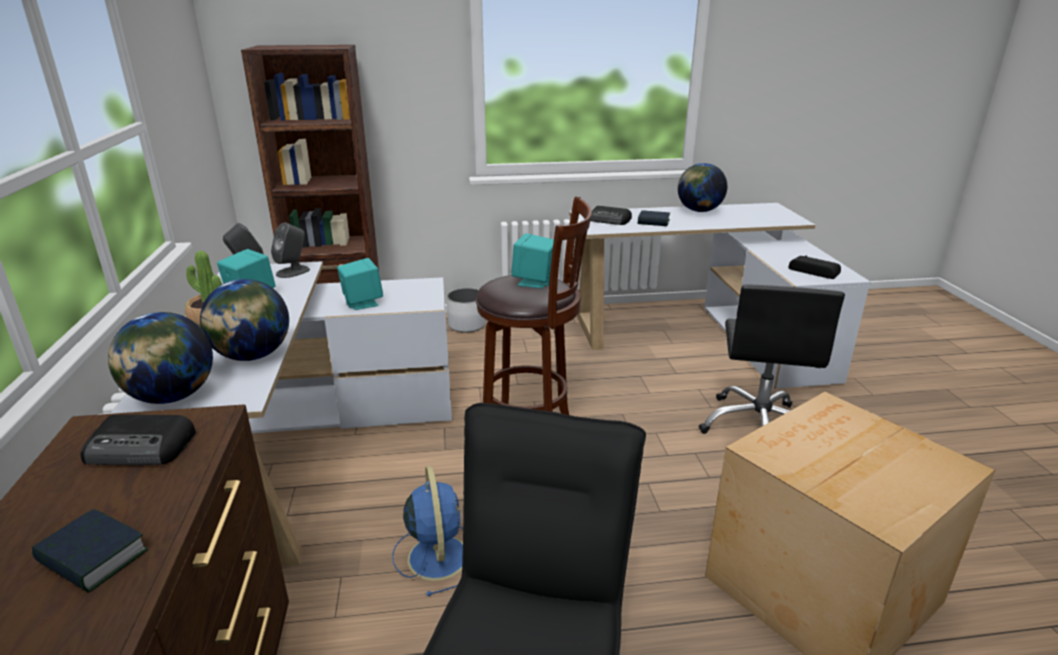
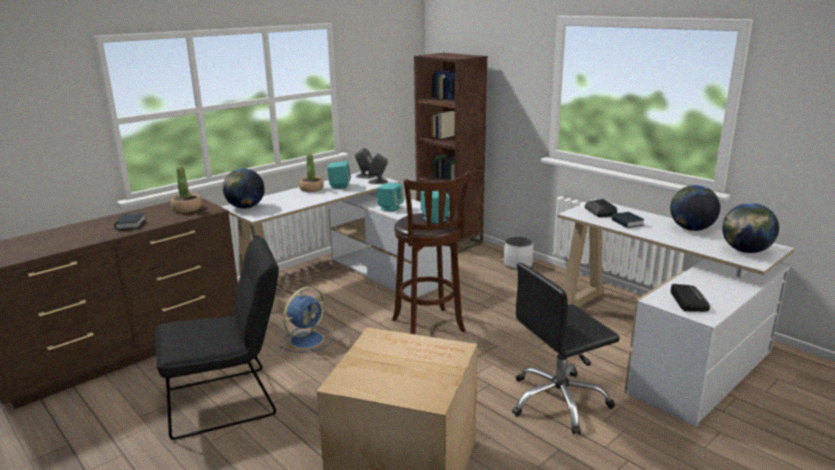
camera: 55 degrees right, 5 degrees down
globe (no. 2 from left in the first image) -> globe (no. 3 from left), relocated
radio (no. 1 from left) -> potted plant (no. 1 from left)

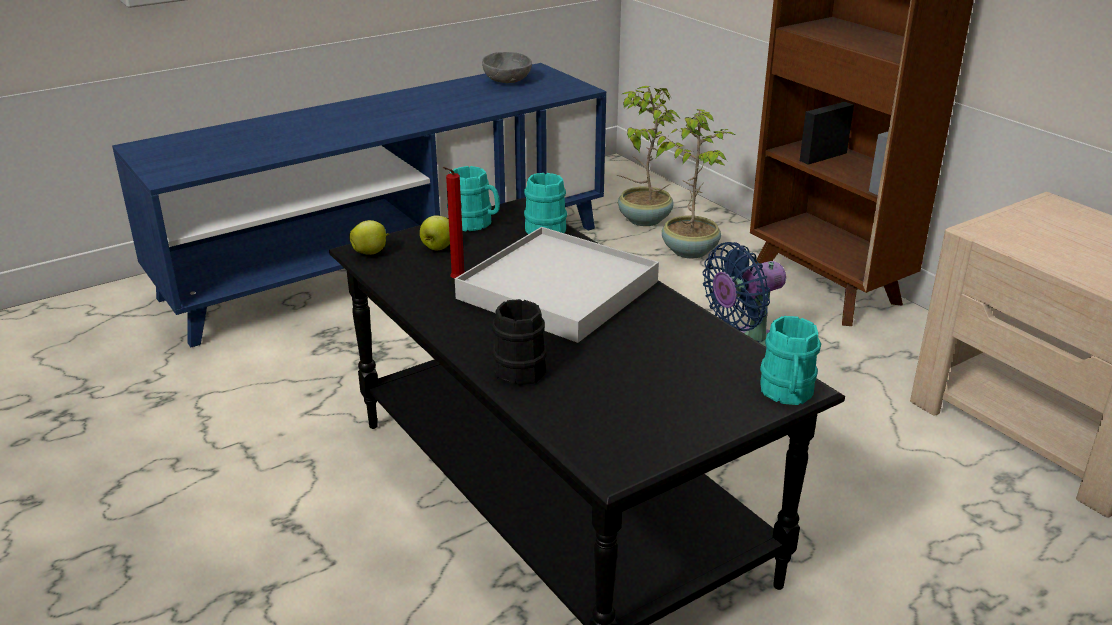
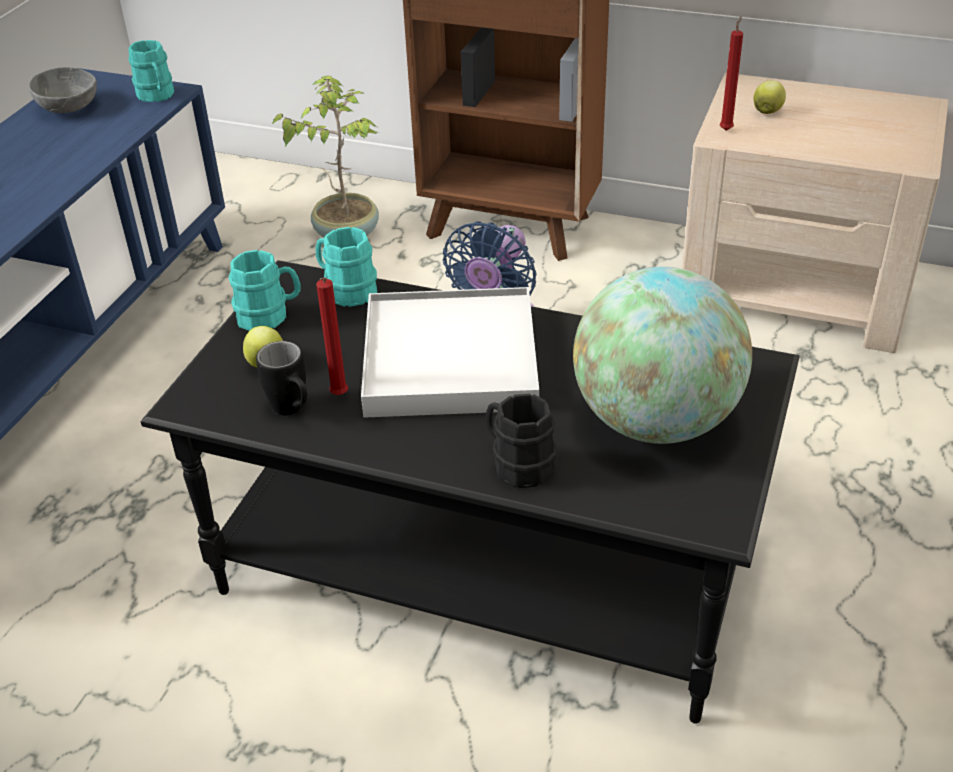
camera: 35 degrees left, 10 degrees up
potted plant (no. 1 from left) -> none
none -> mug/black (no. 1 from left)
none -> globe
none -> candle/red (no. 2 from left)
apple (no. 1 from left in the first image) -> apple (no. 2 from left), relocated
mug/turquoise (no. 3 from left in the first image) -> mug/turquoise (no. 1 from left), relocated

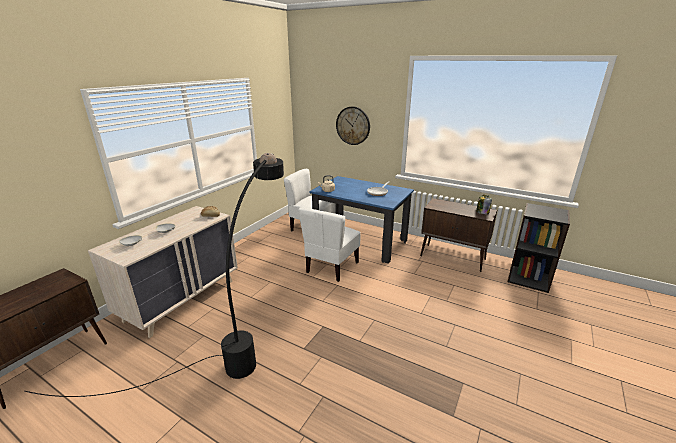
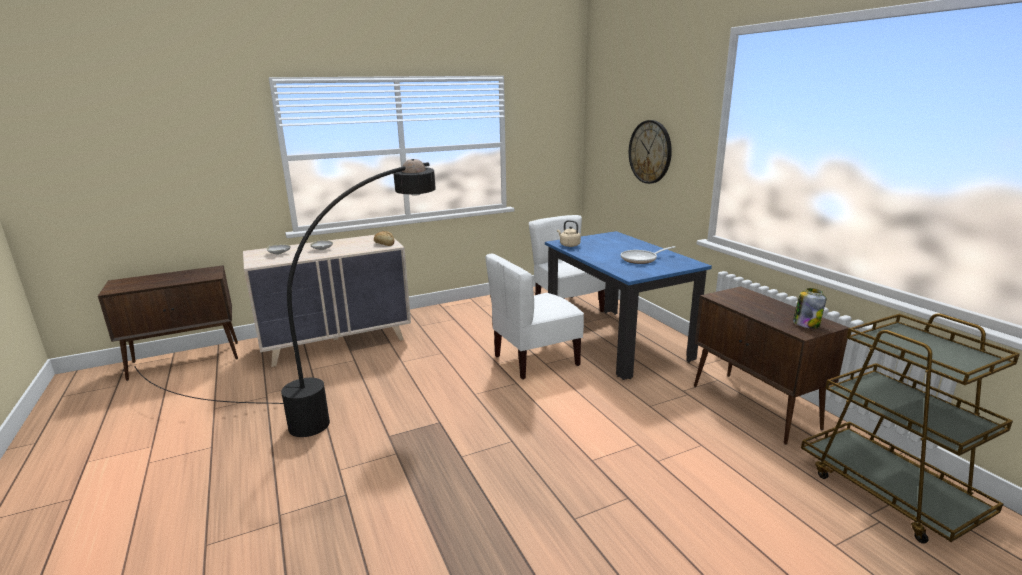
camera: 35 degrees right, 5 degrees down
bookcase/black -> cart/brown

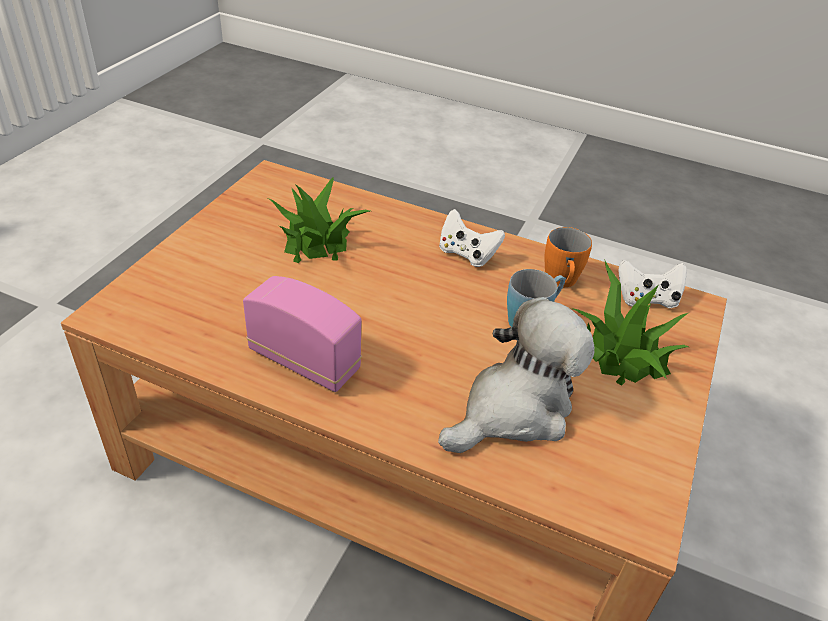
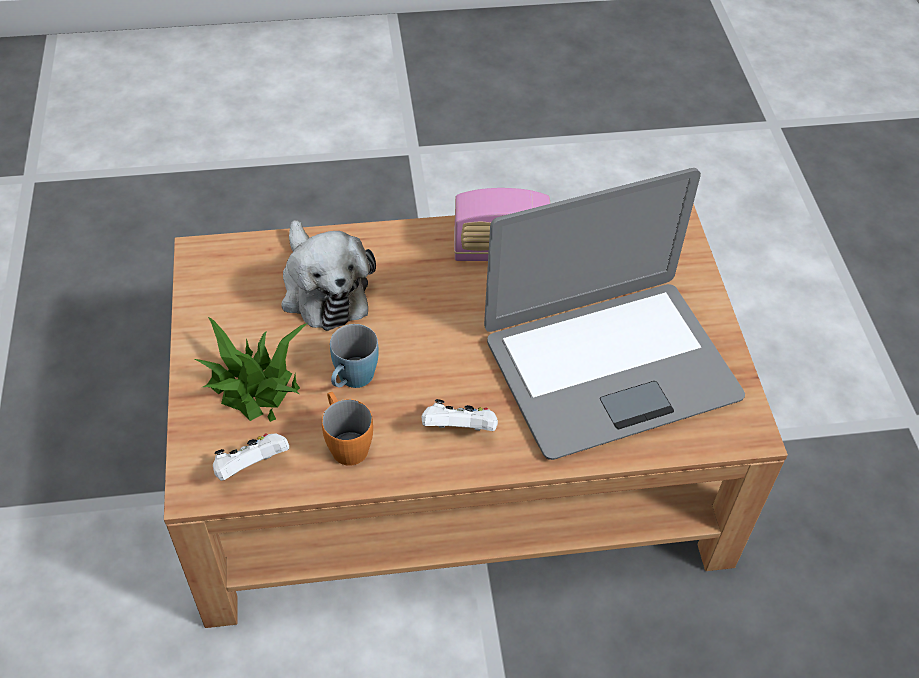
camera: 150 degrees right, 10 degrees up
potted plant (no. 1 from left) -> laptop
plush toy, 45 degrees counterclockwise

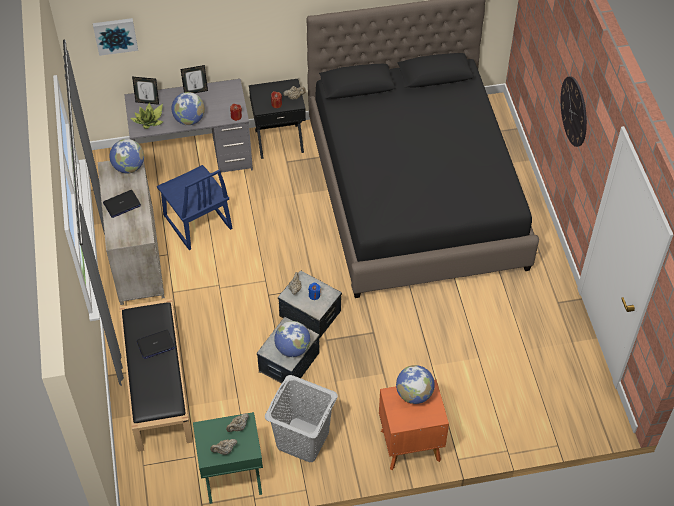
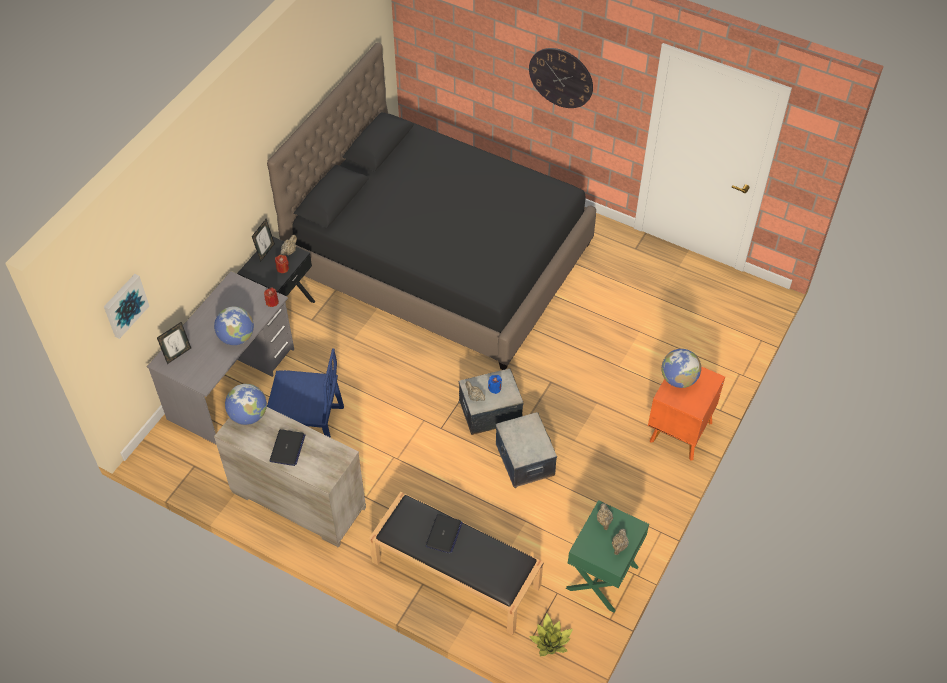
camera: 50 degrees left, 0 degrees up
laundry basket/grey -> none
globe (no. 3 from left) -> none
potted plant, relocated
picture frame (no. 2 from left), relocated

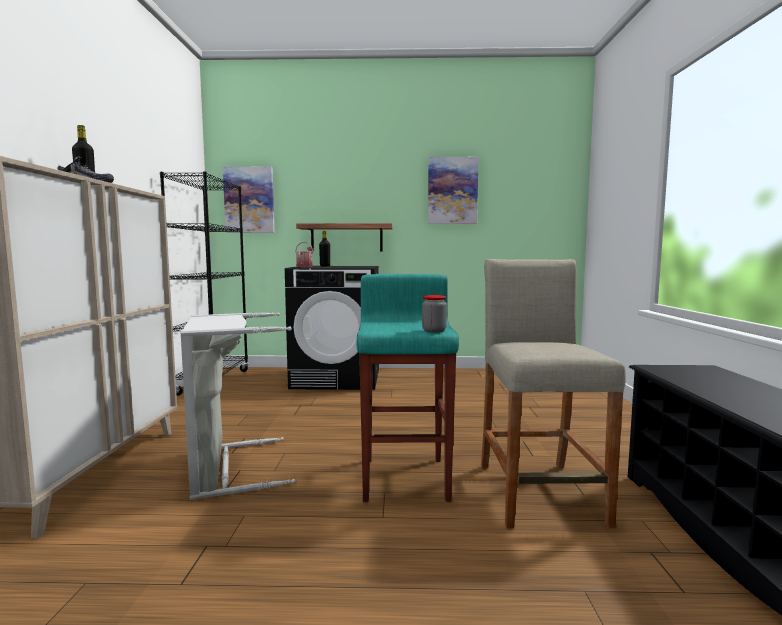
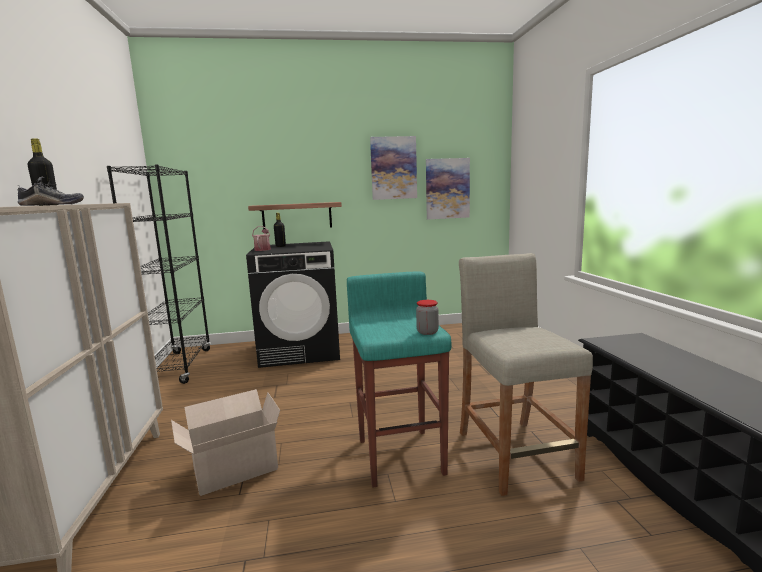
camera: 10 degrees left, 5 degrees up
picture (no. 1 from left in the first image) -> picture (no. 2 from left), relocated
laundry basket/grey -> cardboard box

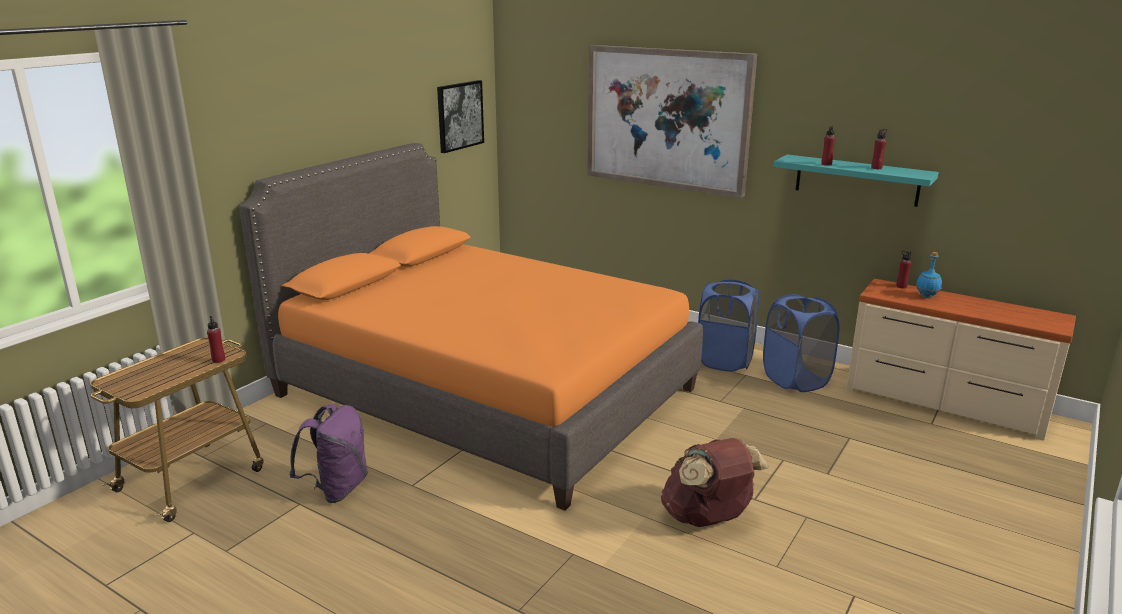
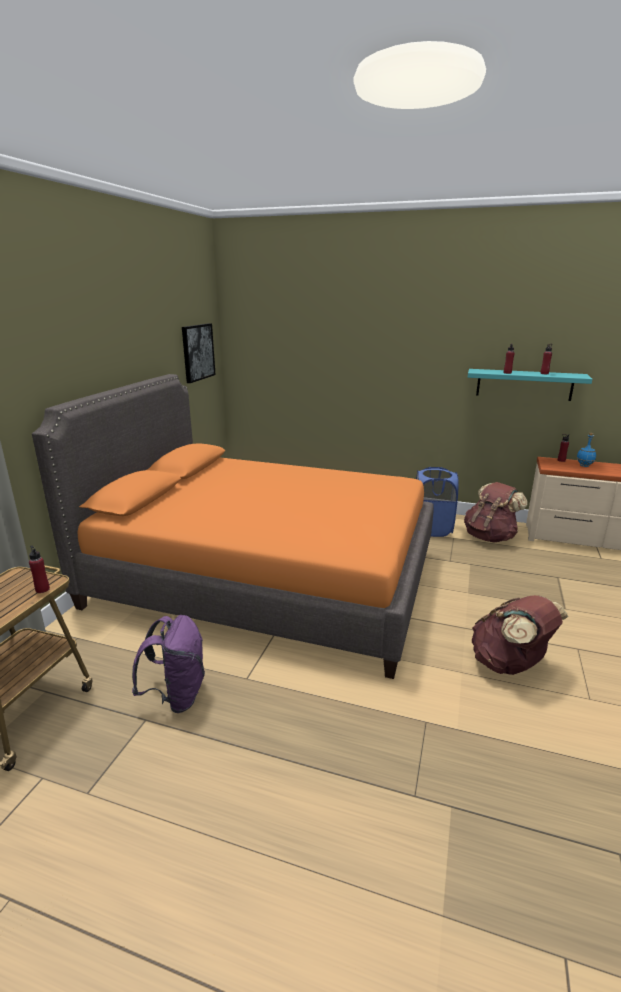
camera: 15 degrees left, 0 degrees up
picture (no. 2 from left) -> none
laundry basket/blue (no. 2 from left) -> backpack/brown (no. 1 from left)

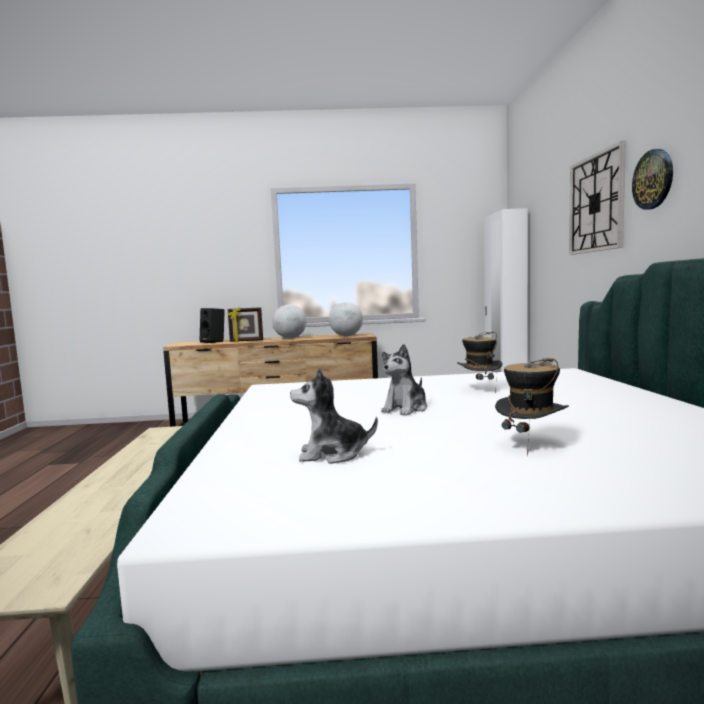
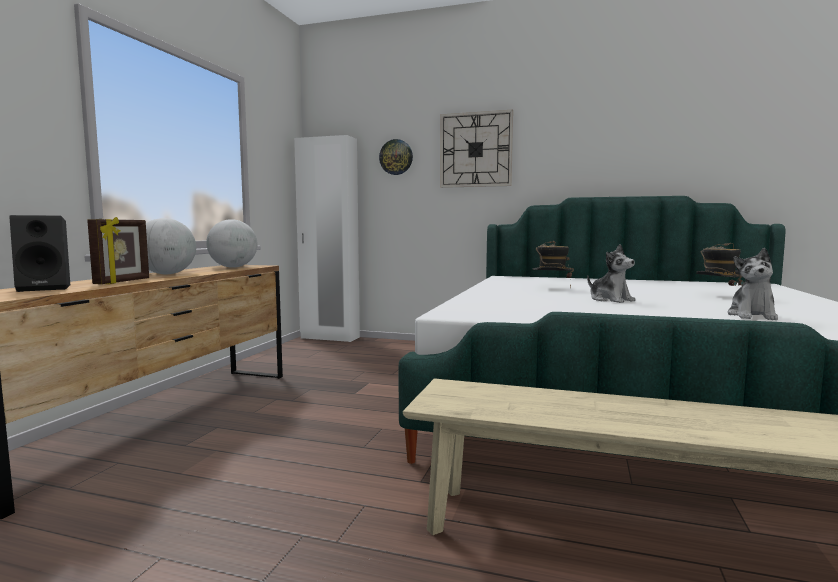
camera: 70 degrees left, 0 degrees up
wall clock (no. 2 from left in the first image) -> wall clock (no. 1 from left), relocated

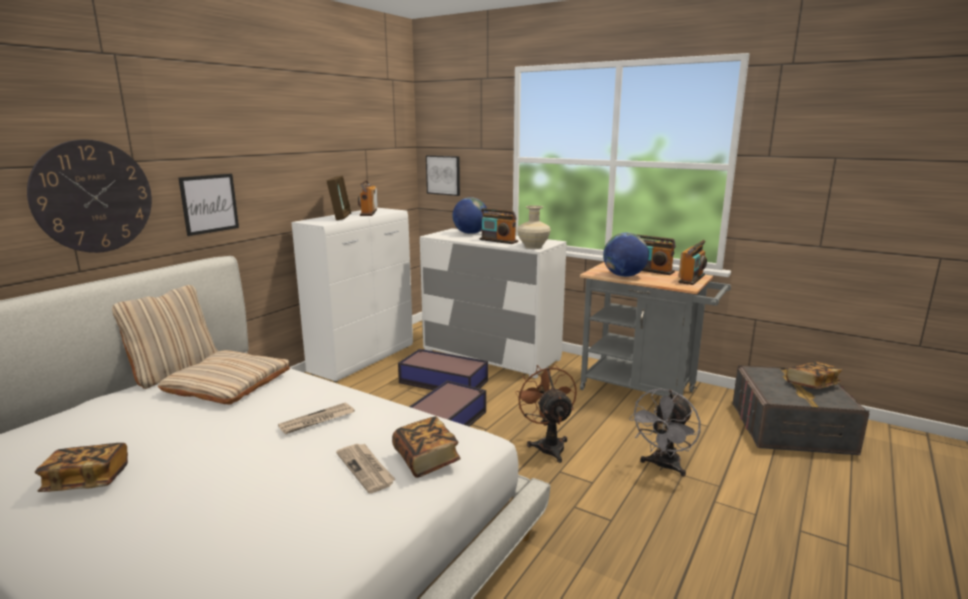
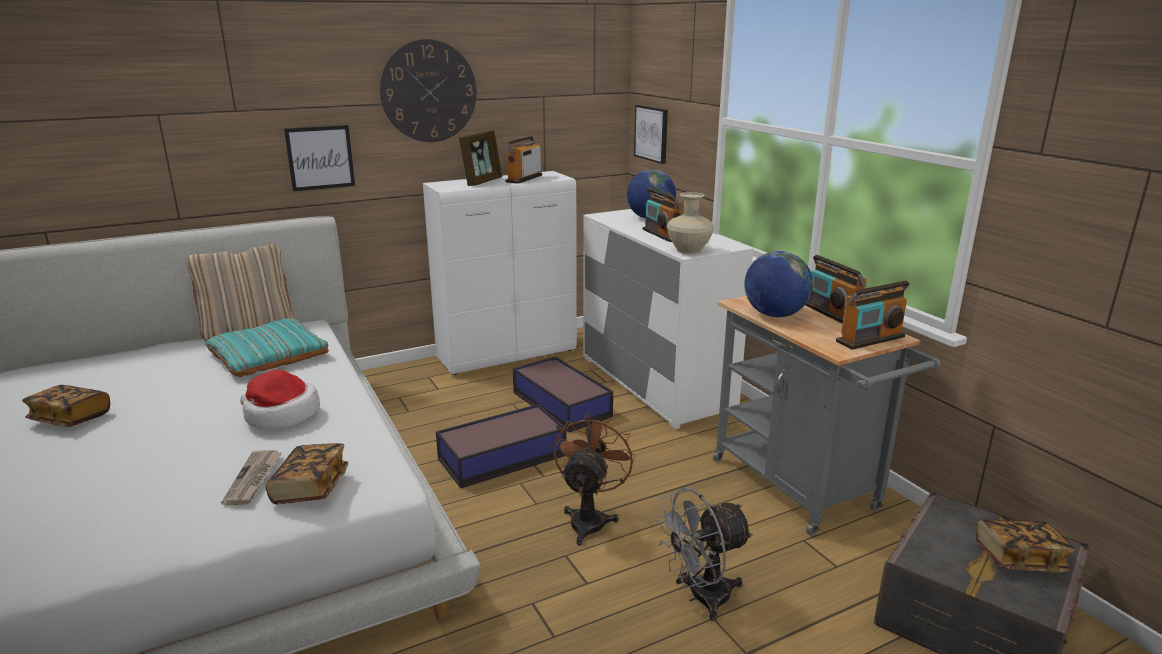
camera: 30 degrees right, 5 degrees up
wall clock, relocated
newspaper (no. 1 from left) -> hat
pillow/beige (no. 2 from left) -> pillow/turquoise

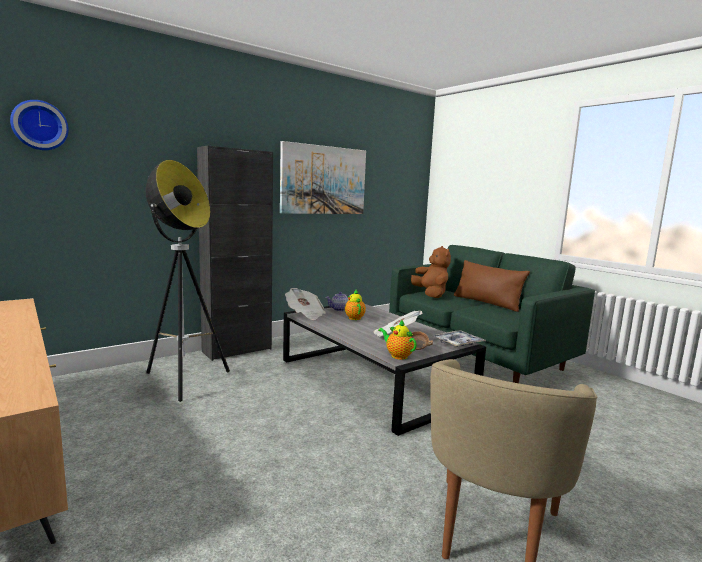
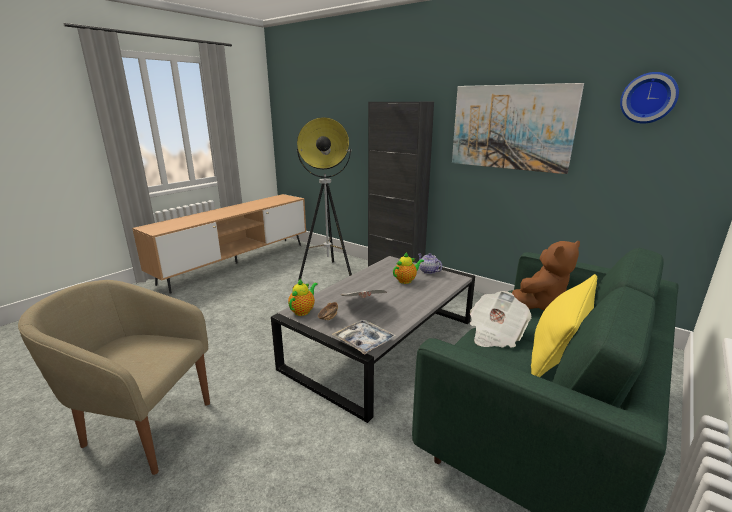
camera: 75 degrees right, 10 degrees up
wall clock, relocated
newspaper (no. 1 from left in the first image) -> newspaper (no. 2 from left), relocated
pillow/brown -> pillow/yellow

